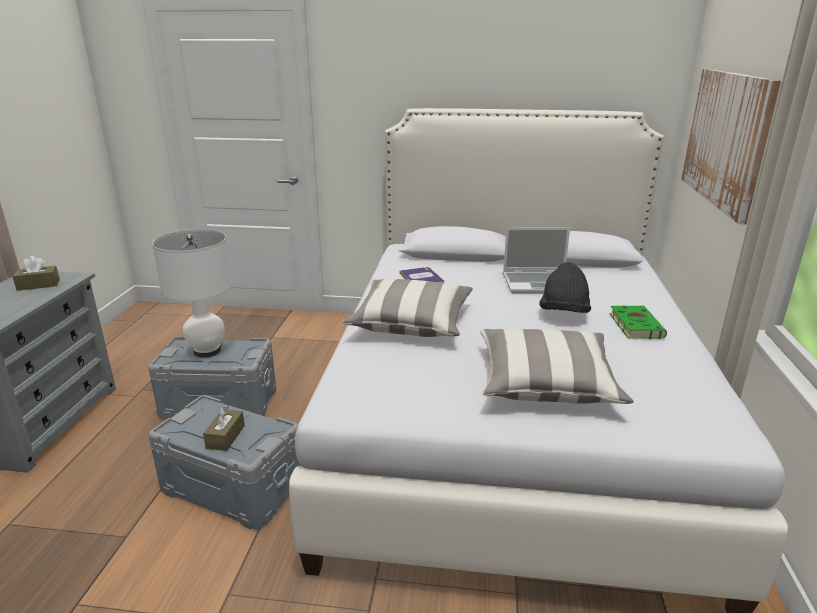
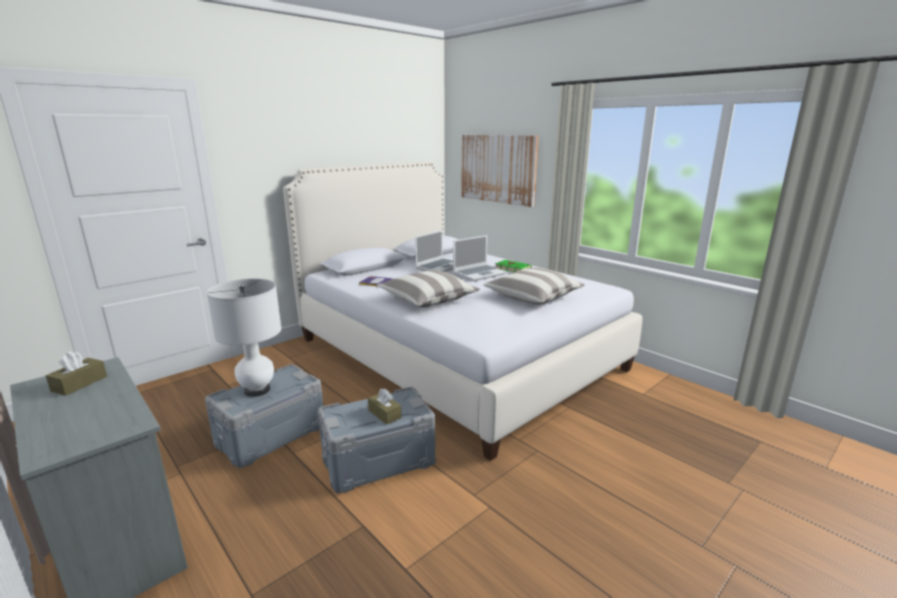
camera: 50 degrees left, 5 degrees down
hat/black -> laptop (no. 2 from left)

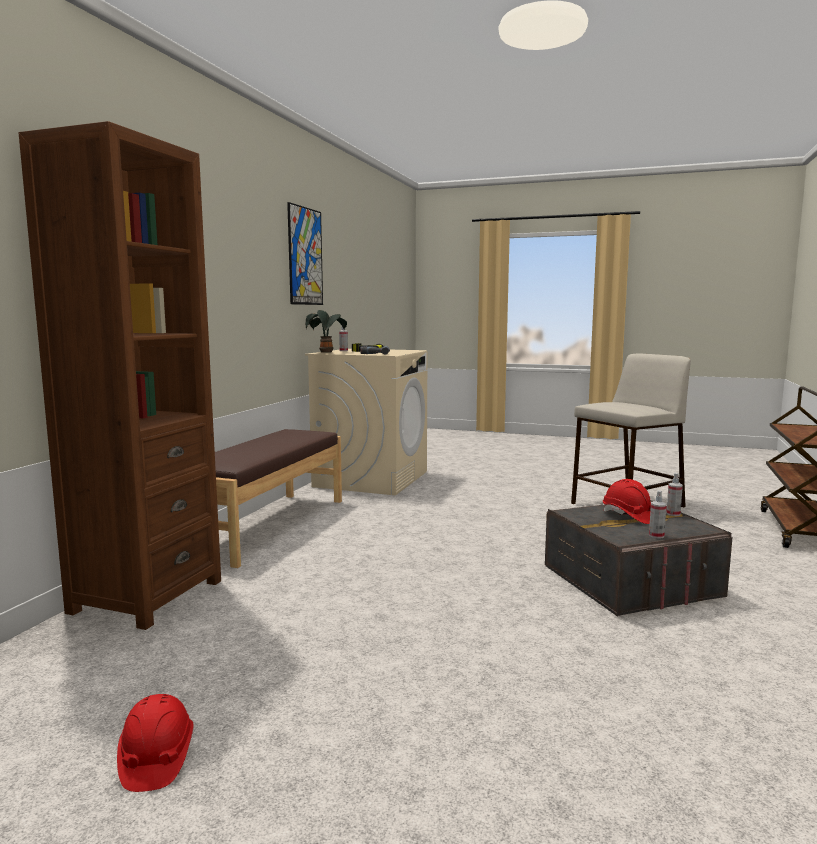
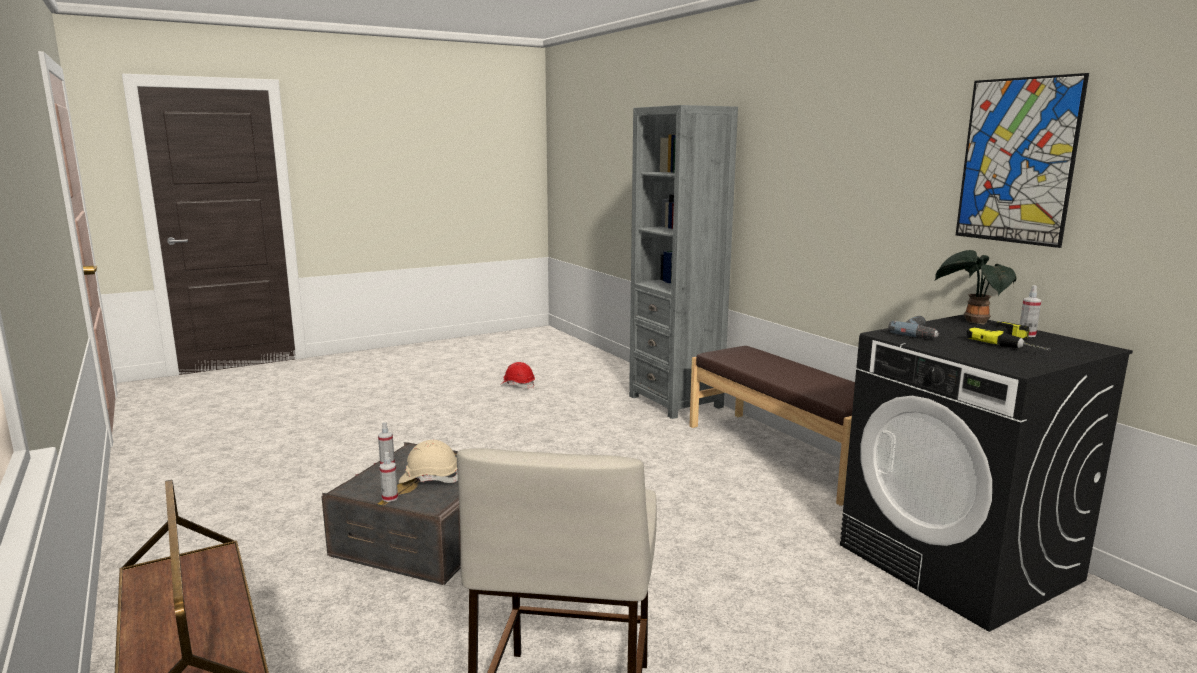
camera: 130 degrees right, 5 degrees up
bookcase/brown -> bookcase/grey
washing machine/beige -> washing machine/black
hard hat/red (no. 2 from left) -> hard hat/beige

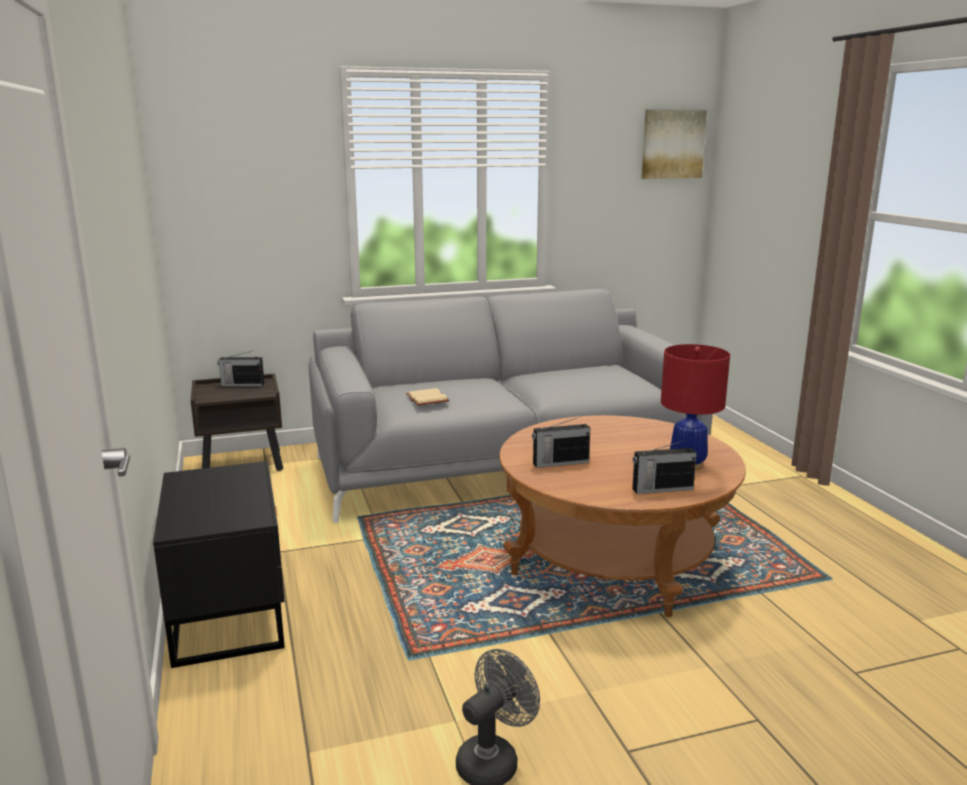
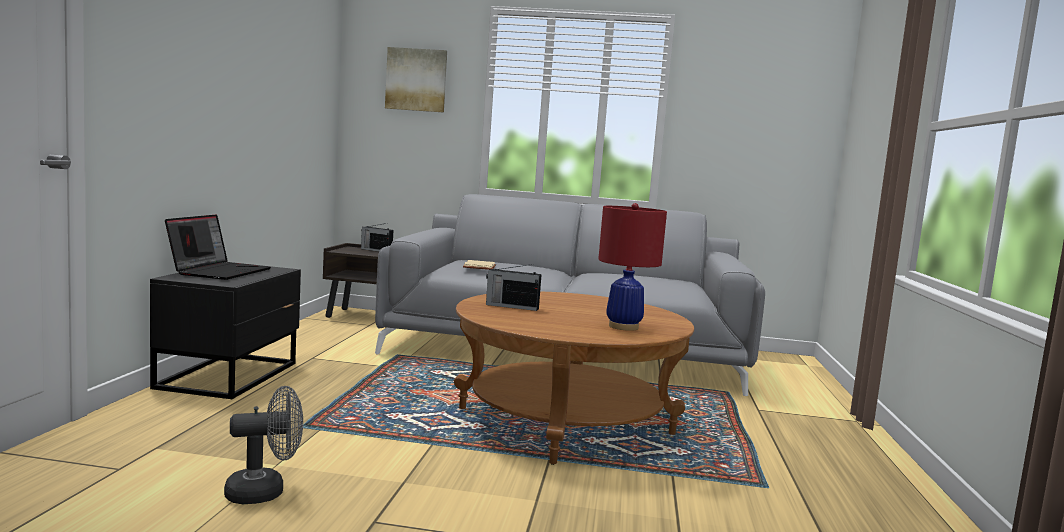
camera: 25 degrees right, 10 degrees down
radio (no. 3 from left) -> none
none -> laptop
picture, relocated

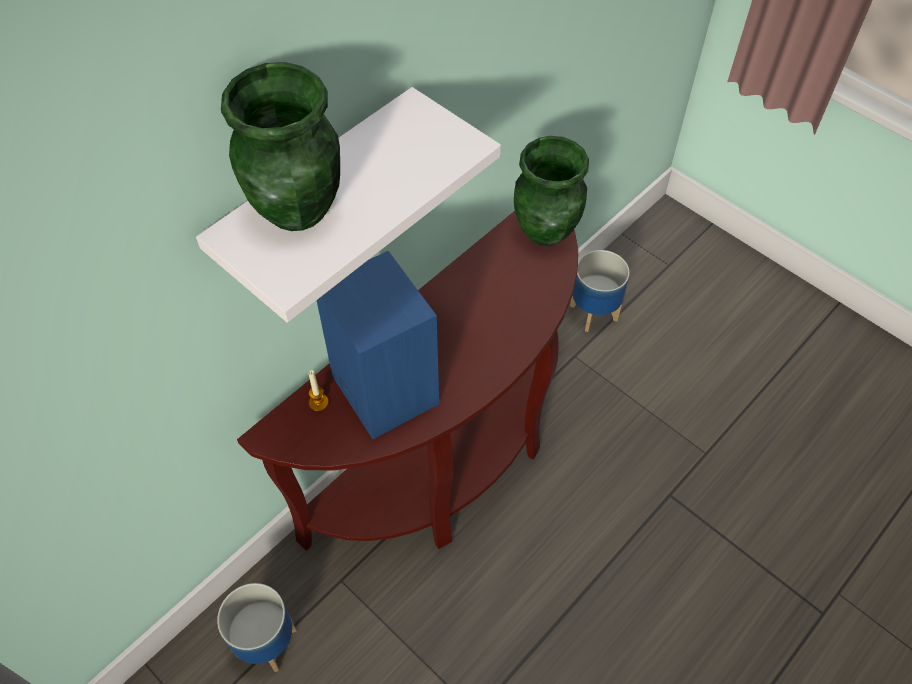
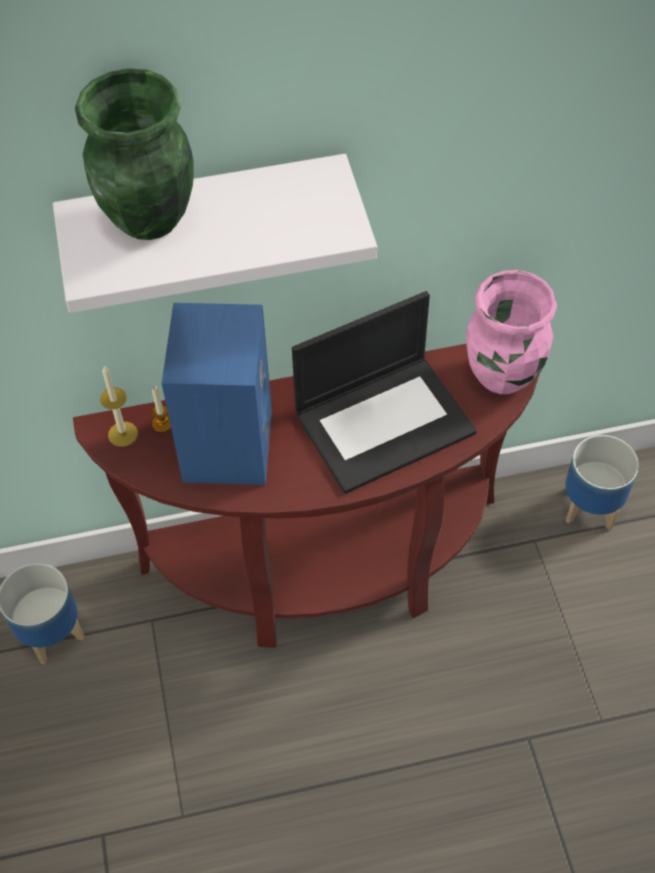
camera: 35 degrees right, 0 degrees up
none -> candle (no. 1 from left)
none -> laptop
vase/green (no. 2 from left) -> vase/pink

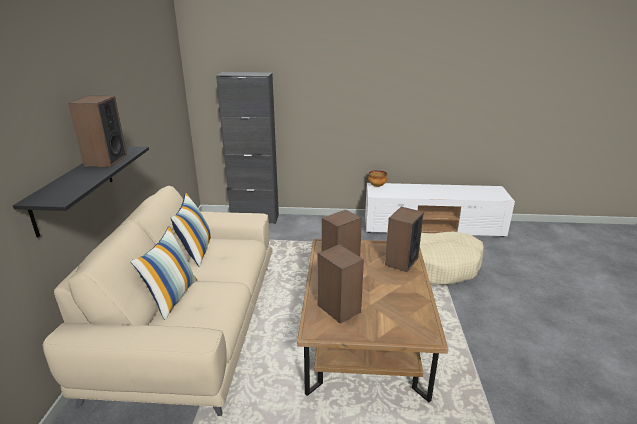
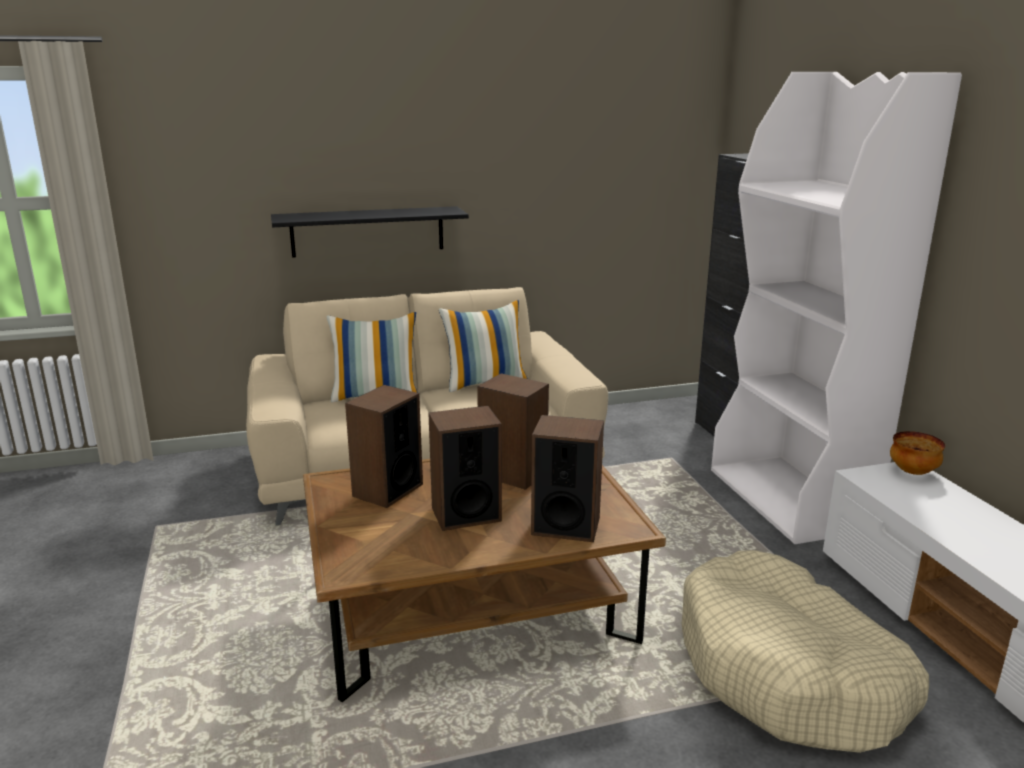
camera: 70 degrees right, 5 degrees down
none -> bookcase/white
speaker (no. 1 from left in the first image) -> speaker (no. 2 from left), relocated

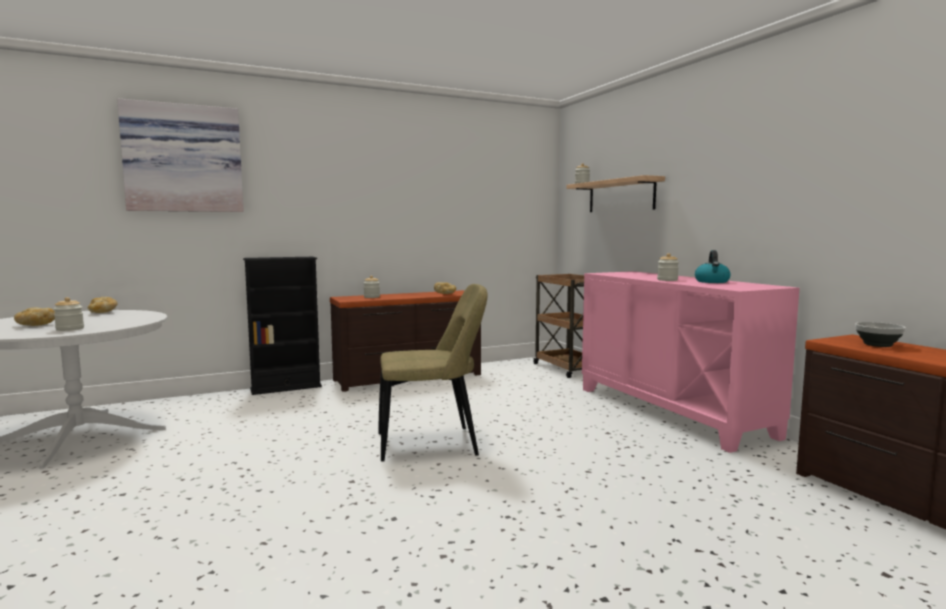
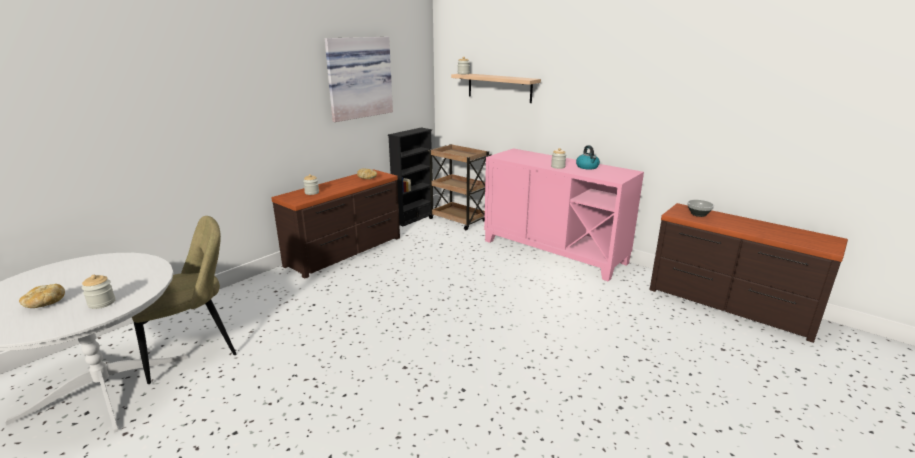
camera: 25 degrees left, 15 degrees up
bread (no. 2 from left) -> none
picture, relocated
bookcase/black, relocated
chair/beige, relocated

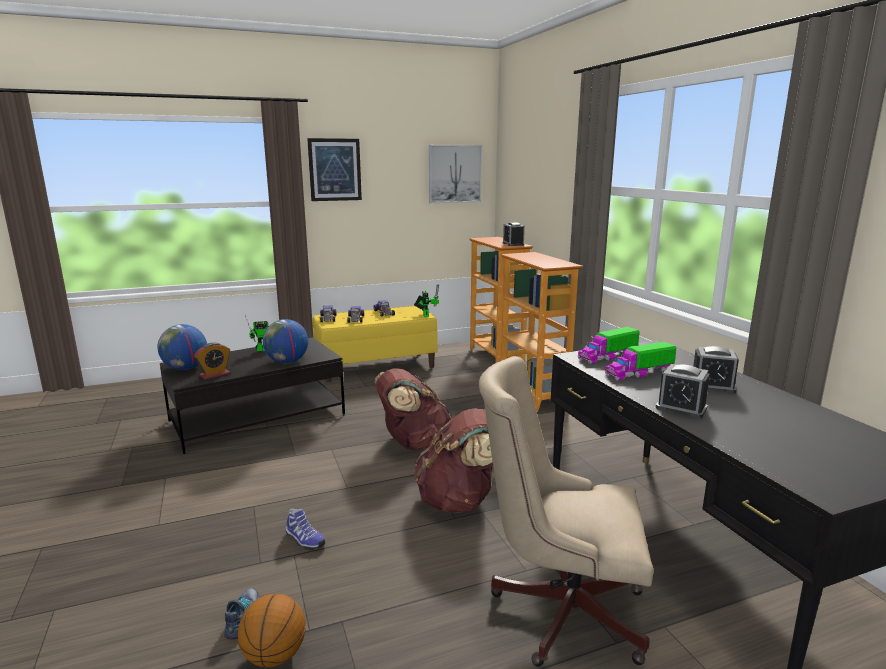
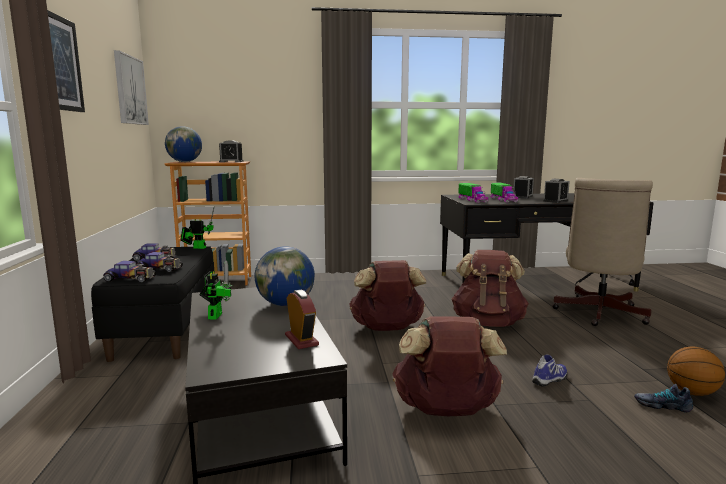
camera: 75 degrees left, 5 degrees down
bookcase (no. 2 from left) -> none
none -> backpack/brown (no. 2 from left)
globe (no. 1 from left), relocated
bench/yellow -> bench/black

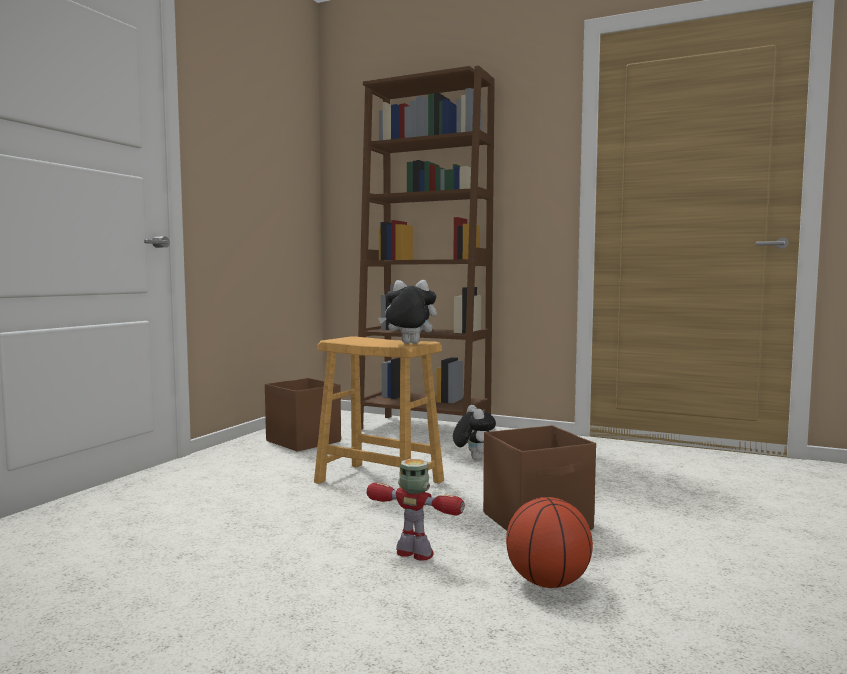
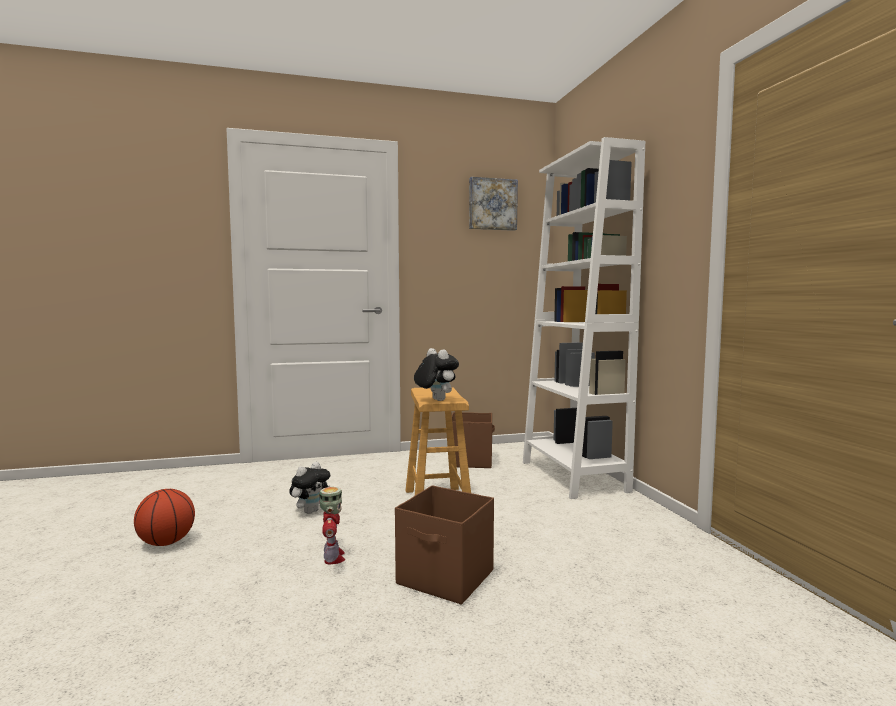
camera: 50 degrees right, 0 degrees up
none -> picture
plush toy (no. 2 from left in the first image) -> plush toy (no. 1 from left), relocated
basketball, relocated
bookcase/brown -> bookcase/white

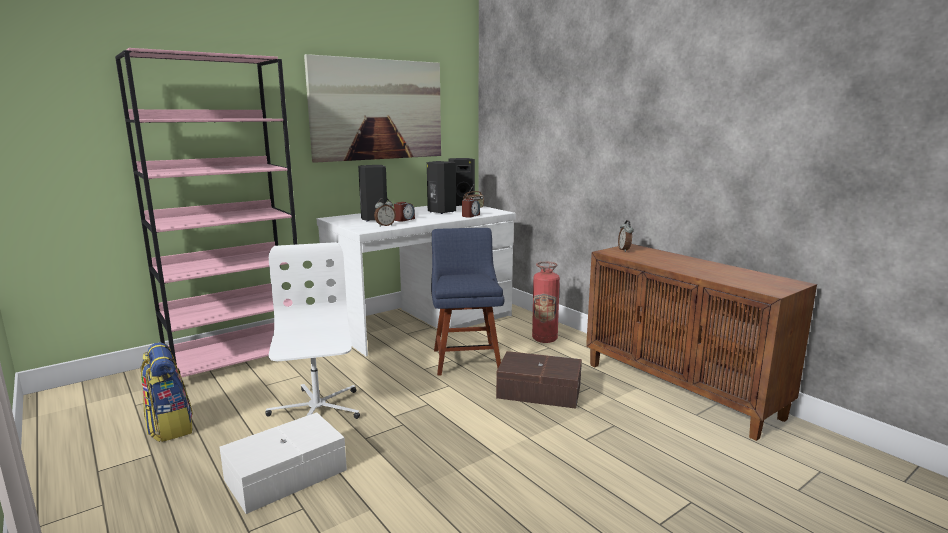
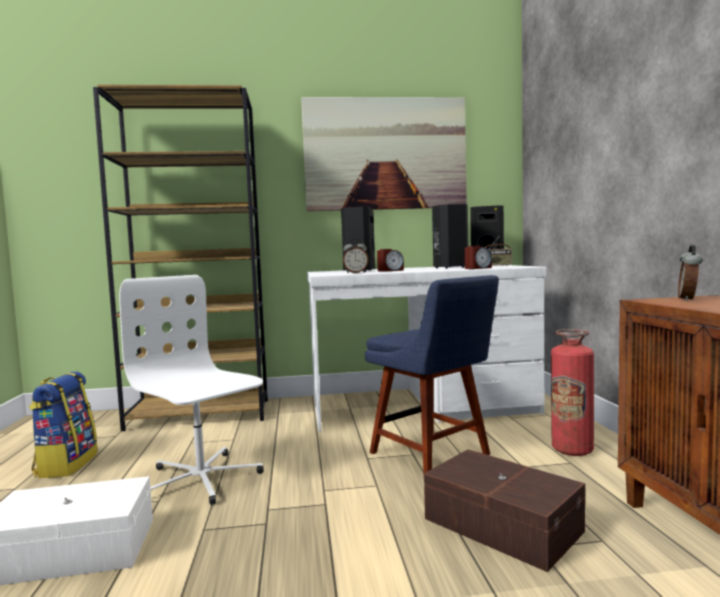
camera: 30 degrees right, 10 degrees down
bookcase/pink -> bookcase/brown
office chair/white, 60 degrees counterclockwise
chair/blue, 120 degrees clockwise

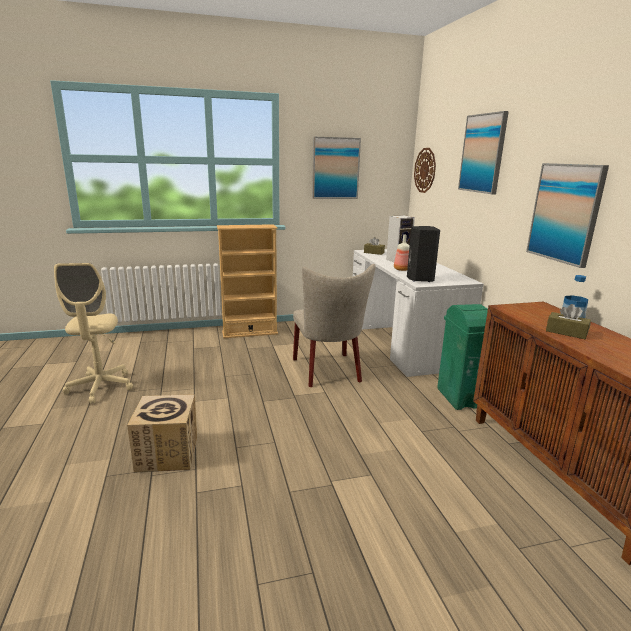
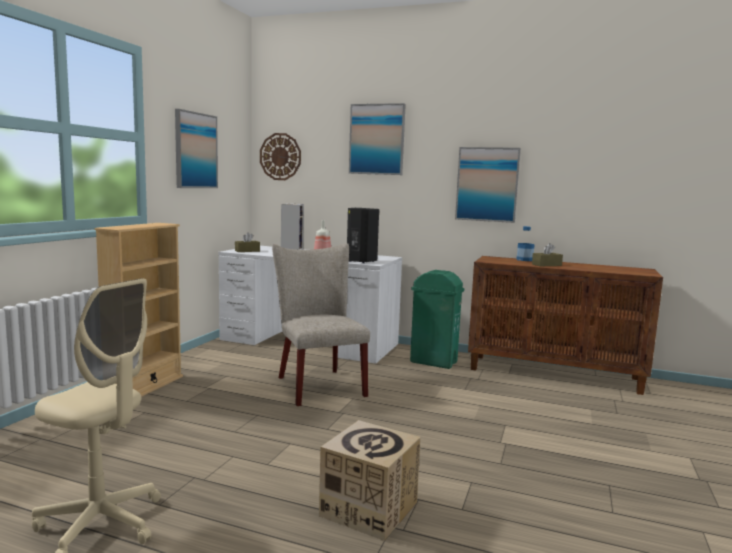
camera: 55 degrees left, 10 degrees down
chair/beige, 135 degrees counterclockwise

